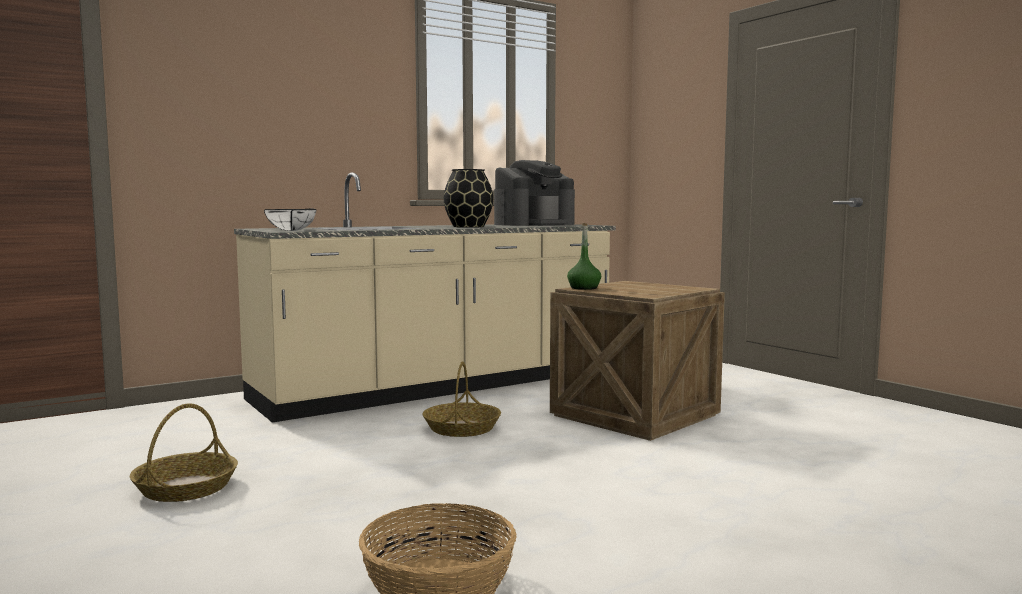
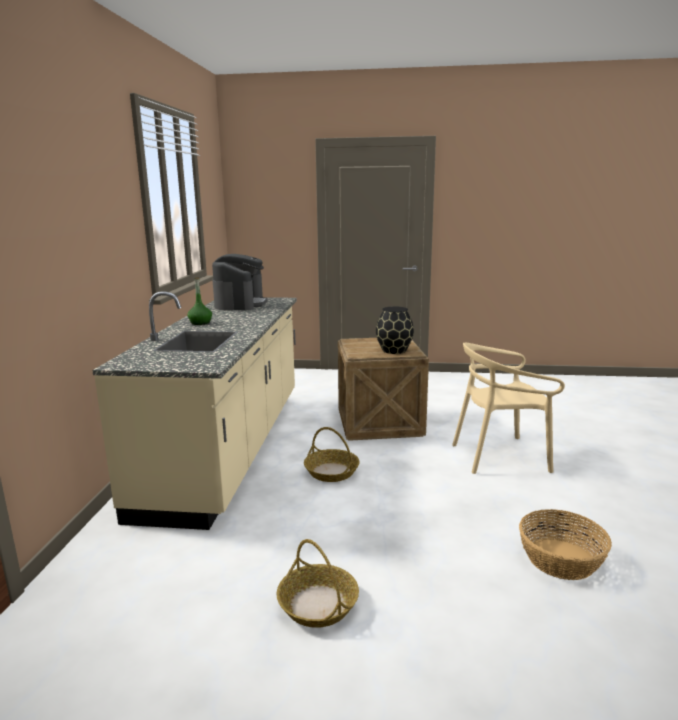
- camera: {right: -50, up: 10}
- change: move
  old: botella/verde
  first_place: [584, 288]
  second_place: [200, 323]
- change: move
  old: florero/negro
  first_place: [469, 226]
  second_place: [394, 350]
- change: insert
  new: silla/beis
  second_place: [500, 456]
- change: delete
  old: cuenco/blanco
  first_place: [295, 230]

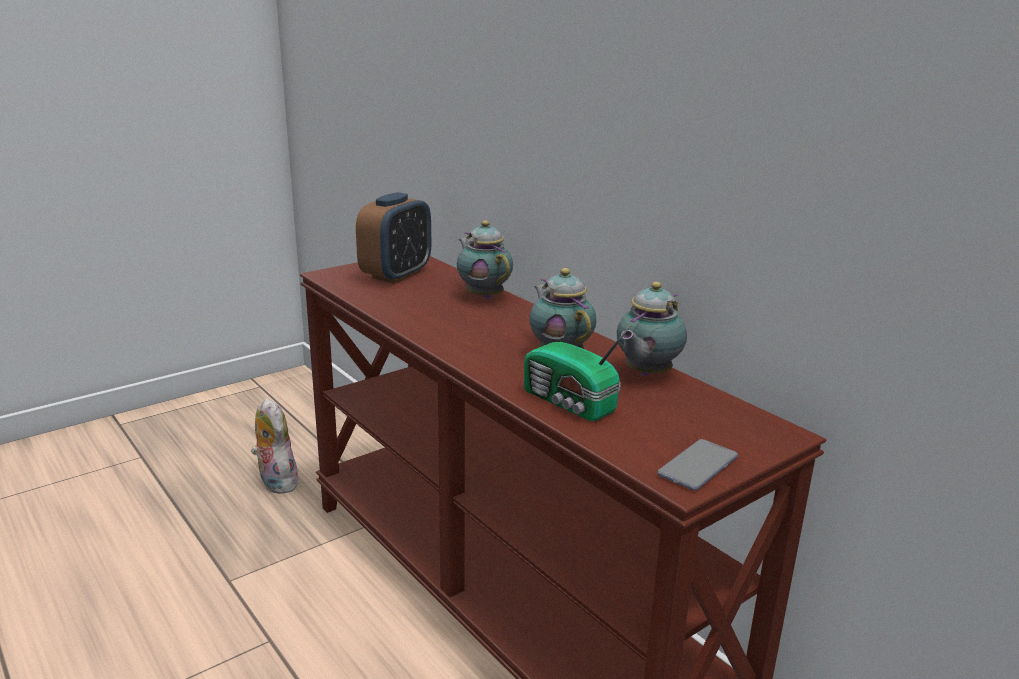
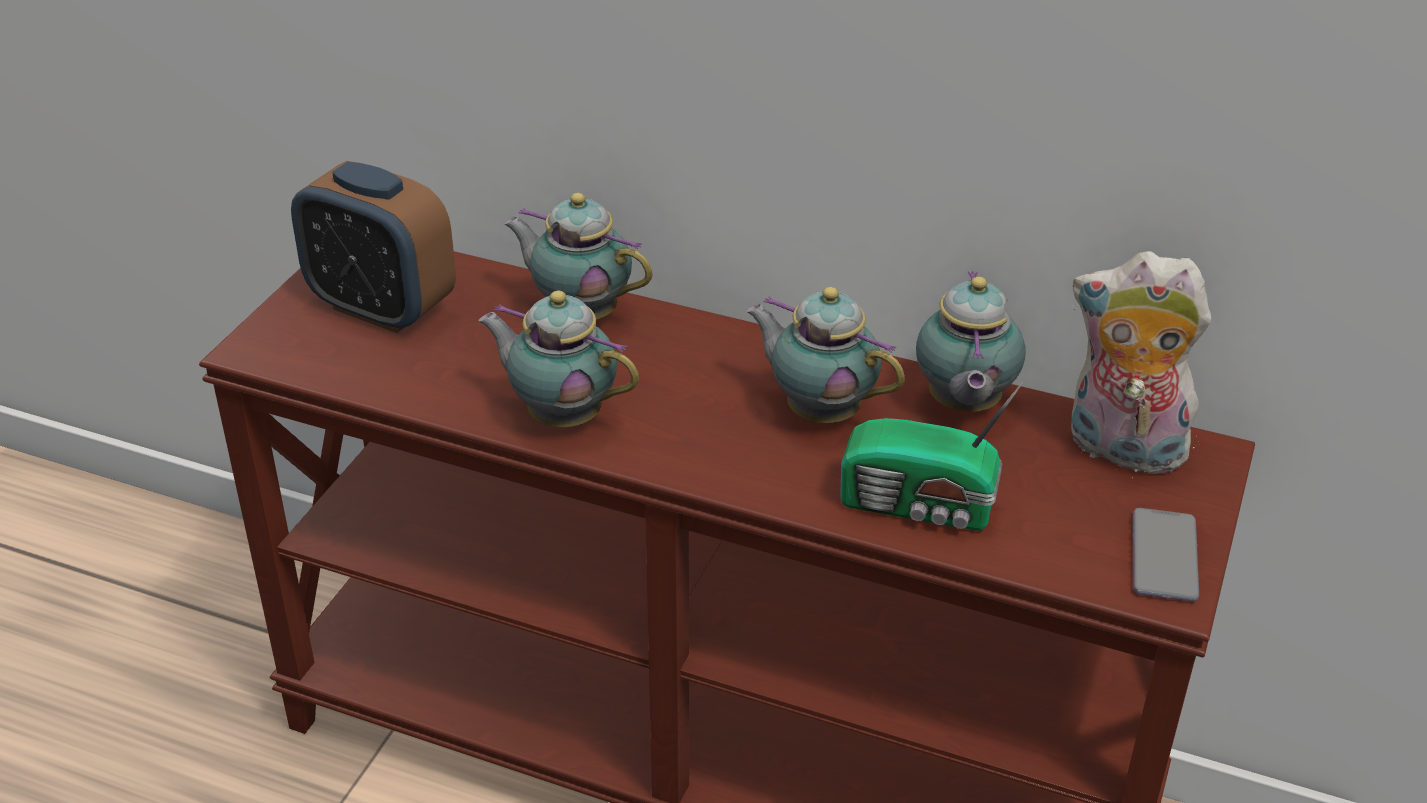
- camera: {right: -30, up: 15}
- change: rotate
  old: despertador
  first_place: [396, 275]
  second_place: [381, 308]
  degrees: 120
- change: insert
  new: tetera
  second_place: [560, 415]
- change: move
  old: peluche
  first_place: [275, 482]
  second_place: [1120, 450]

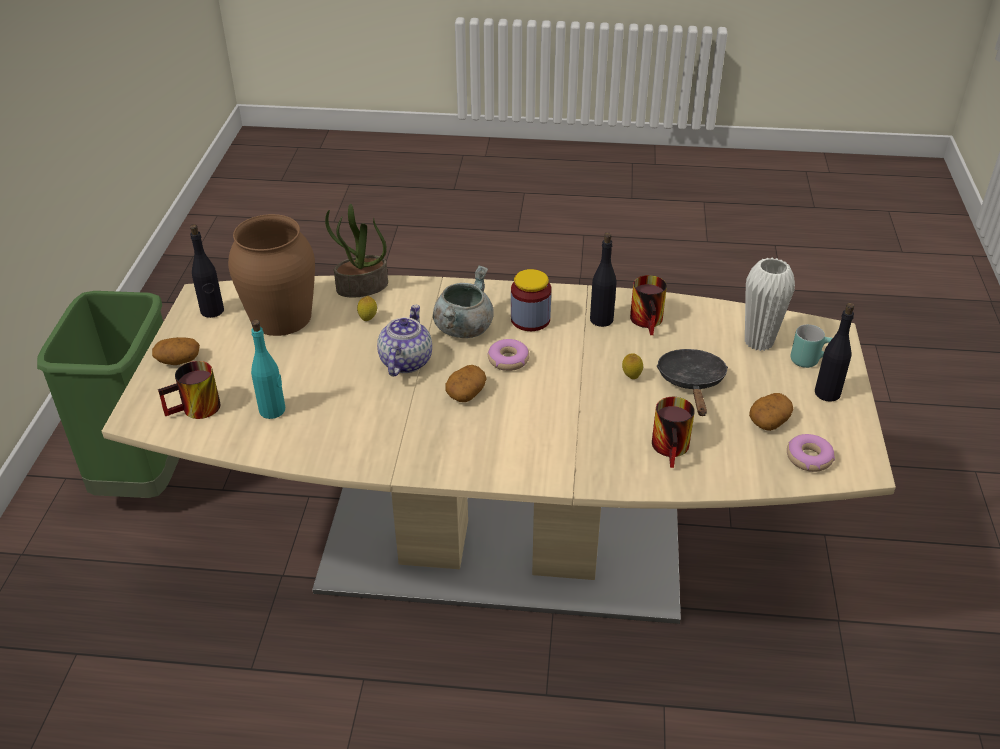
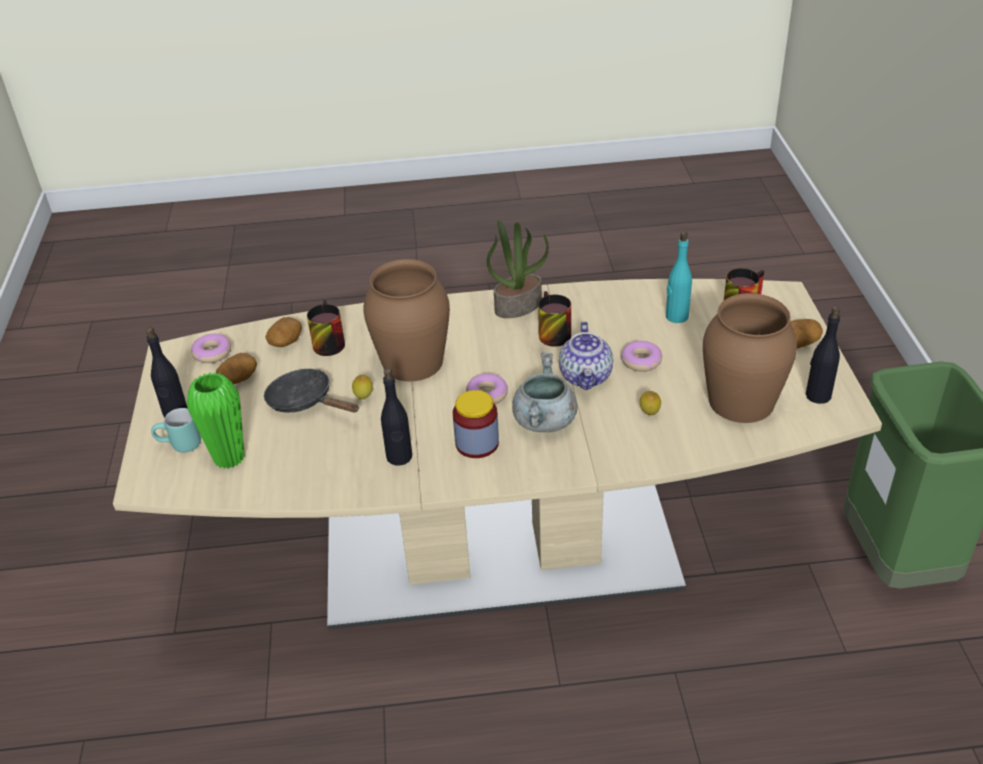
- camera: {right: 170, up: 0}
- change: recolor
  old: florero/blanco
  new: florero/verde
  first_place: [758, 342]
  second_place: [229, 458]
- change: rotate
  old: sartén/negro
  first_place: [691, 383]
  second_place: [305, 401]
  degrees: 135
- change: move
  old: patata
  first_place: [466, 392]
  second_place: [286, 342]
- change: insert
  new: florero/marrón
  second_place: [412, 361]
- change: move
  old: planta en maceta
  first_place: [362, 287]
  second_place: [518, 305]
- change: move
  old: taza grande
  first_place: [650, 321]
  second_place: [550, 333]
- change: insert
  new: rosquilla
  second_place: [641, 361]

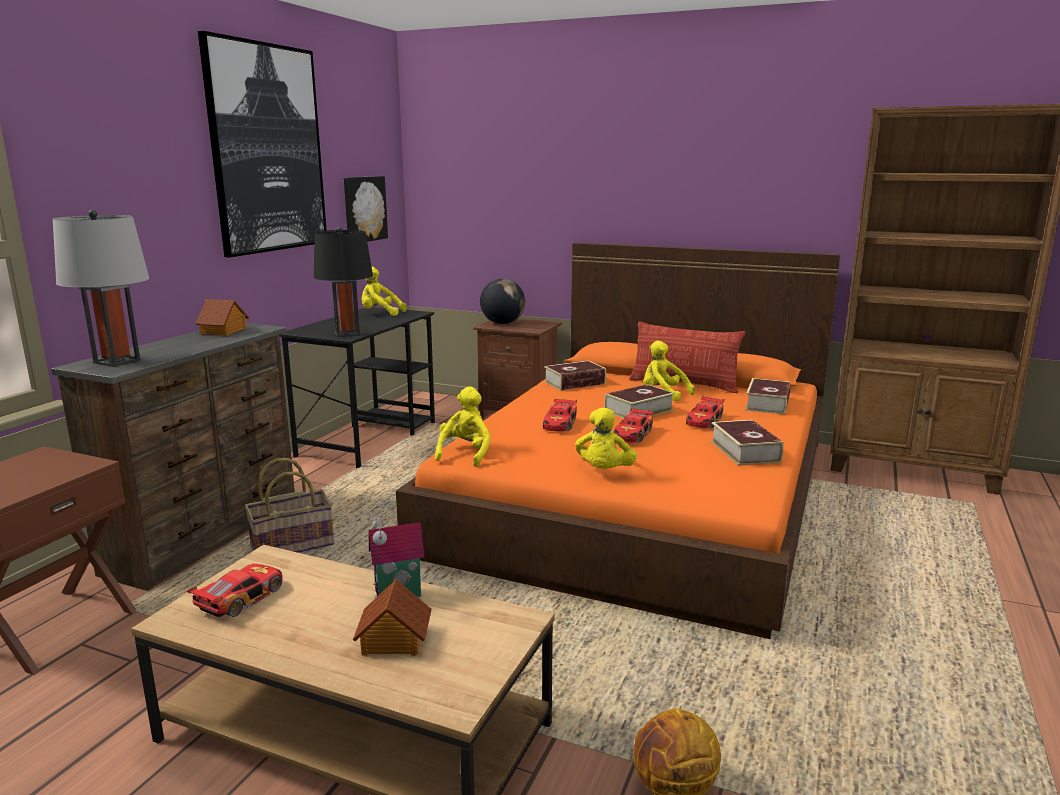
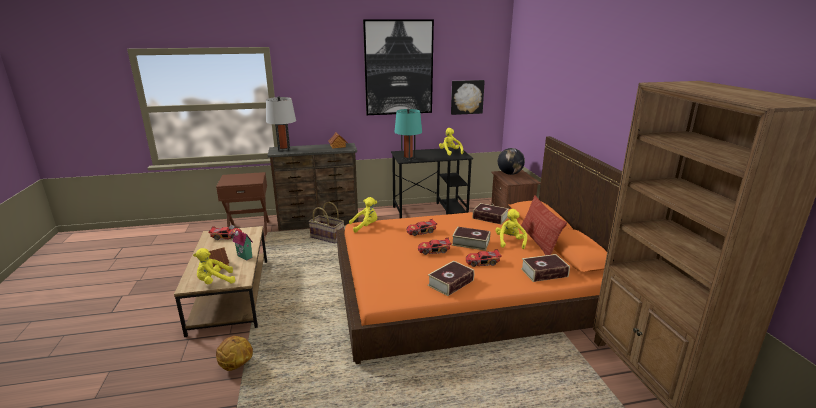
- camera: {right: 55, up: 5}
- change: move
  old: peluche/amarillo
  first_place: [604, 472]
  second_place: [215, 282]
- change: recolor
  old: lámpara de mesa/negro
  new: lámpara de mesa/turquesa
  first_place: [347, 334]
  second_place: [408, 159]

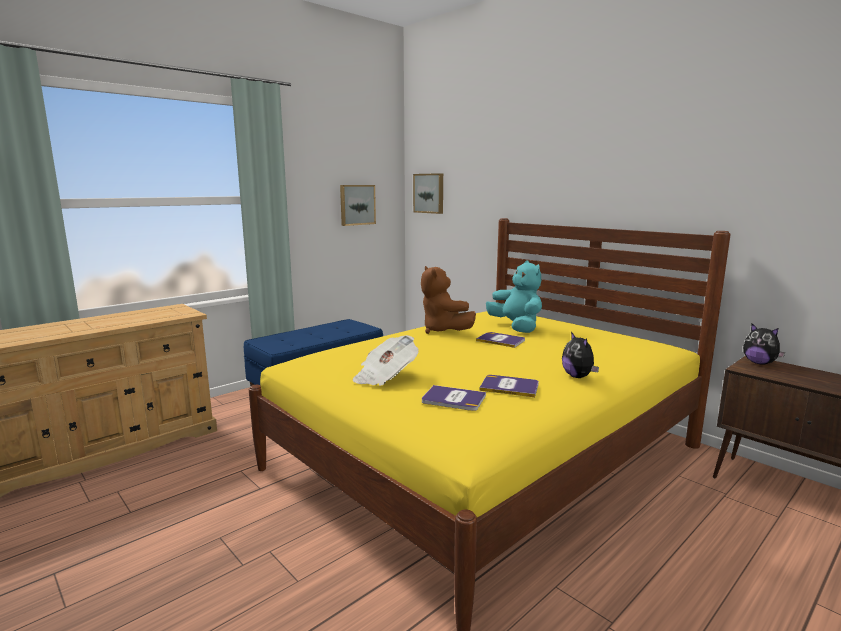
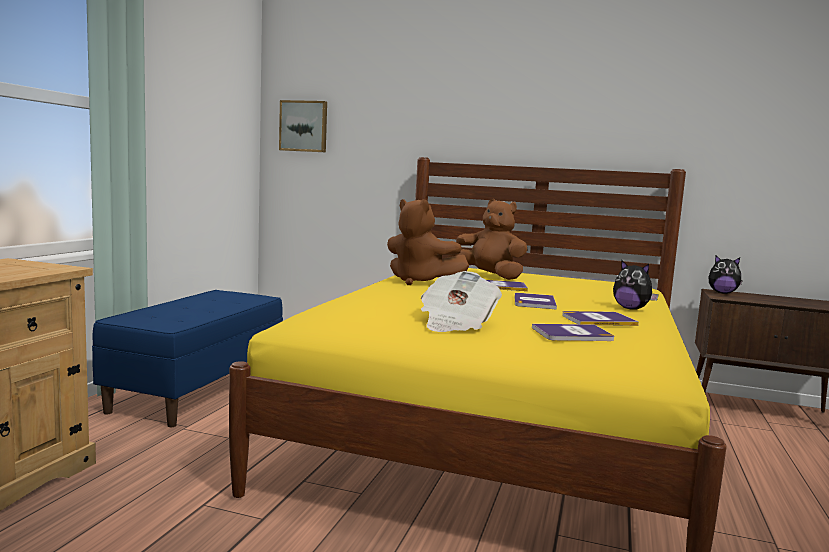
- camera: {right: -30, up: -5}
- change: recolor
  old: peluche/turquesa
  new: peluche/marrón
  first_place: [516, 327]
  second_place: [488, 276]
- change: insert
  new: libro
  second_place: [534, 302]
- change: delete
  old: cuadro
  first_place: [357, 204]

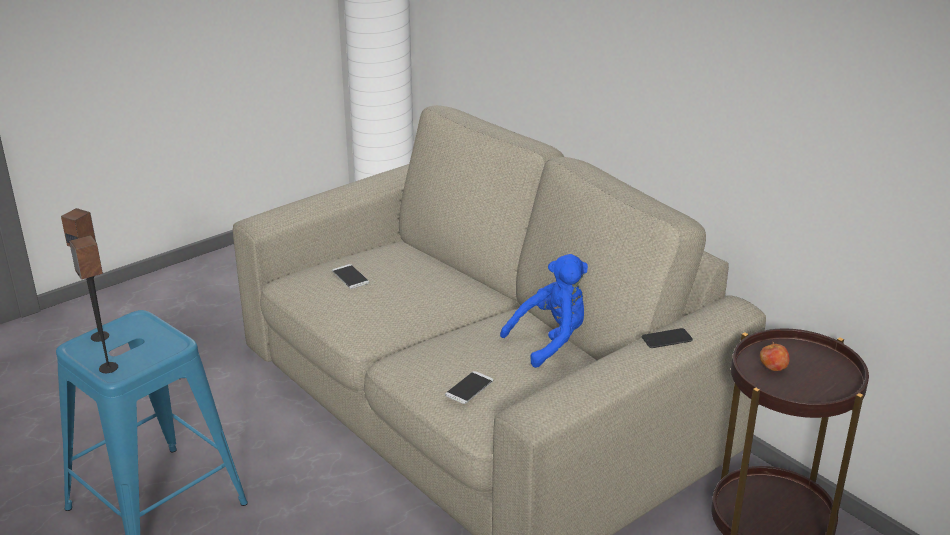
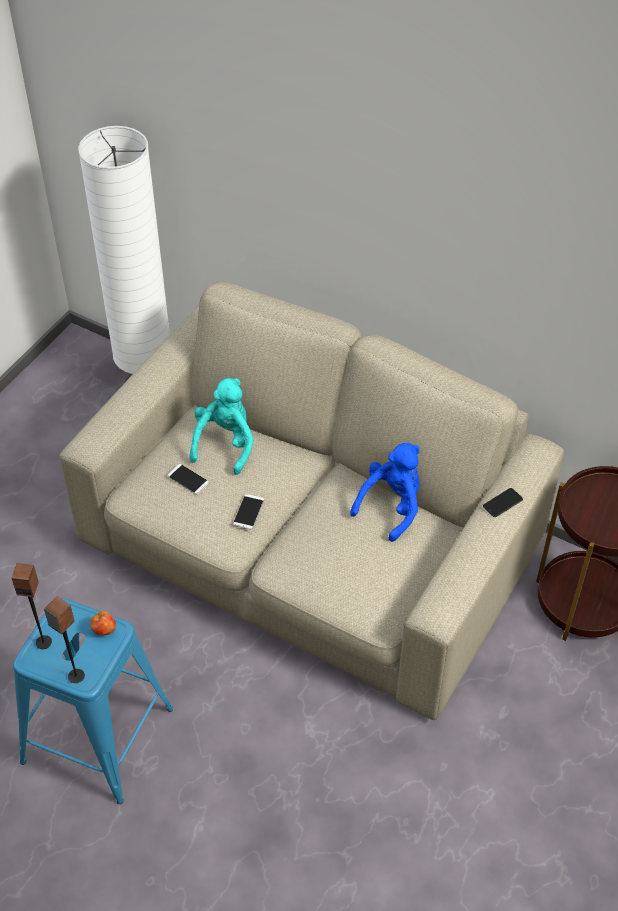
- camera: {right: -20, up: 20}
- change: move
  old: manzana
  first_place: [772, 368]
  second_place: [104, 630]
- change: insert
  new: peluche/turquesa
  second_place: [225, 443]
- change: move
  old: móvil
  first_place: [469, 388]
  second_place: [248, 512]

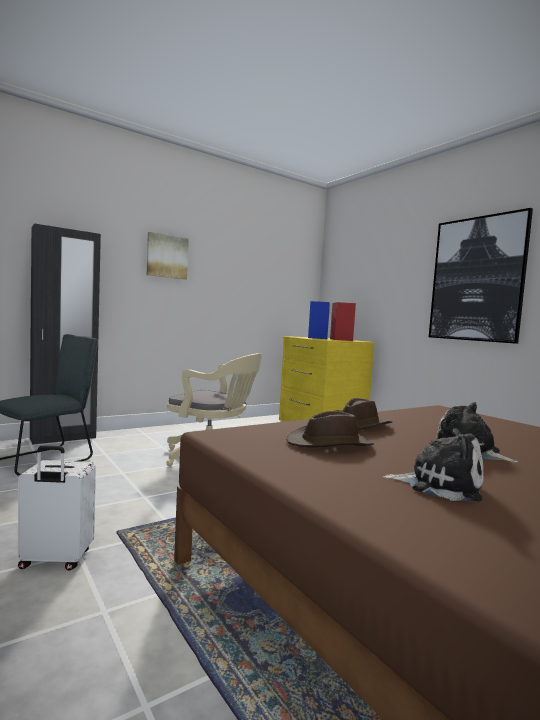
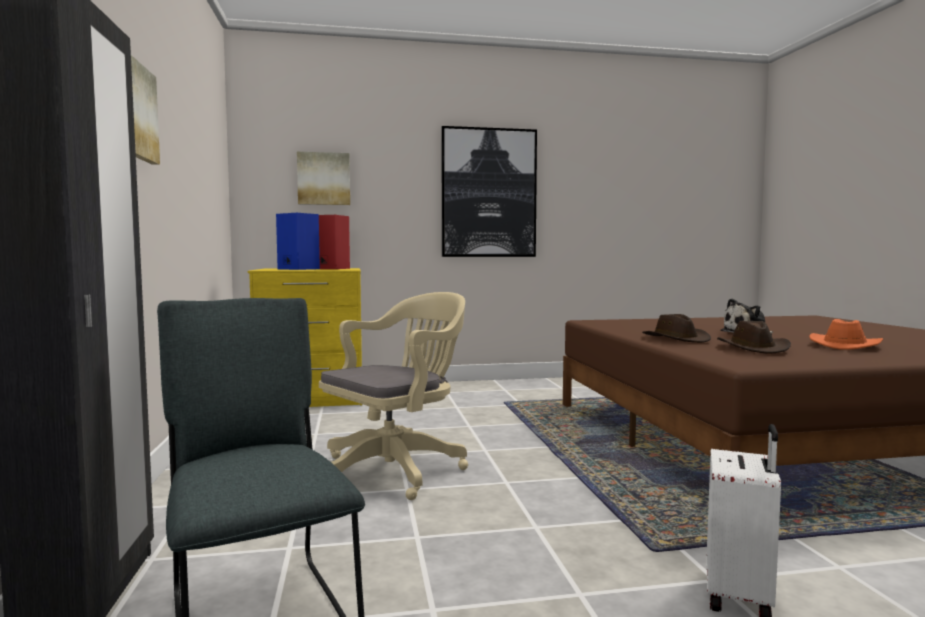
- camera: {right: -65, up: 0}
- change: insert
  new: cuadro
  second_place: [324, 179]
- change: replace
  old: peluche
  new: sombrero/naranja
  first_place: [439, 485]
  second_place: [844, 345]

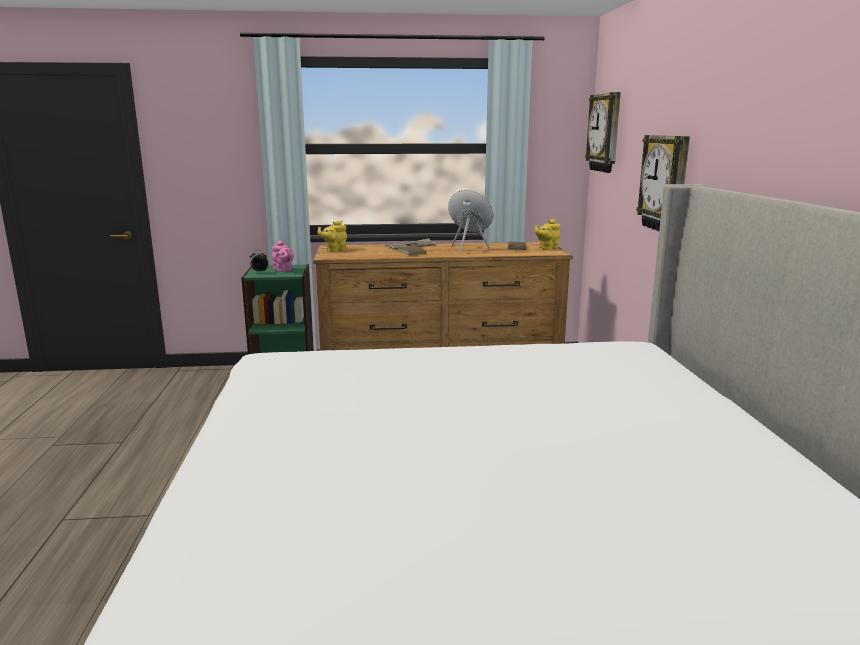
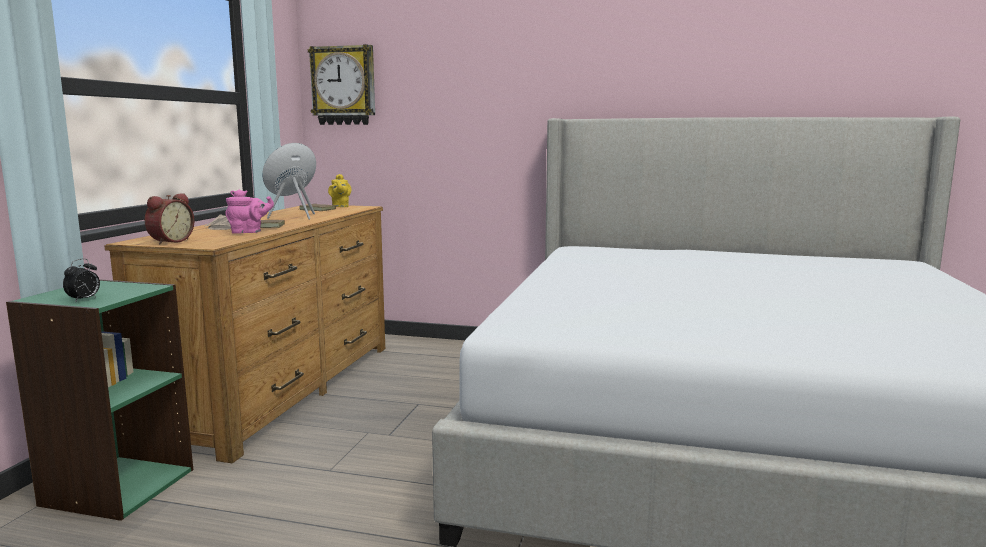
- camera: {right: -70, up: -5}
- change: replace
  old: tetera/amarillo
  new: despertador
  first_place: [334, 250]
  second_place: [170, 241]
- change: move
  old: tetera/rosa
  first_place: [283, 270]
  second_place: [249, 232]
- change: delete
  old: reloj de pared
  first_place: [665, 183]

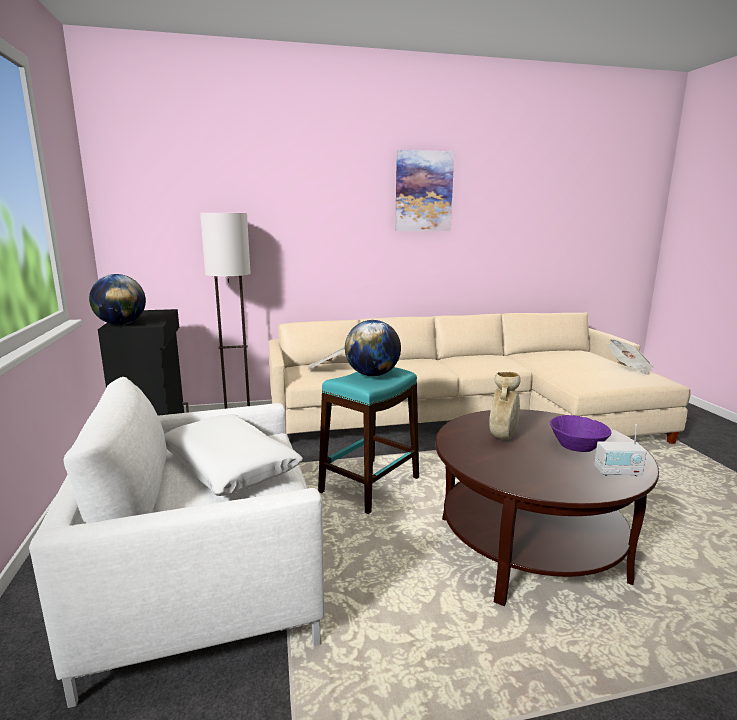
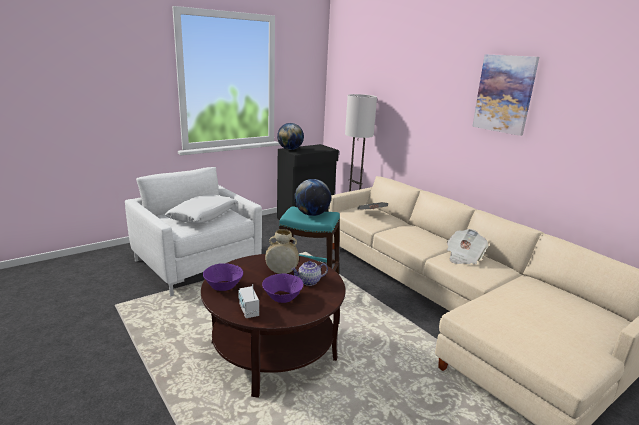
- camera: {right: 65, up: 5}
- change: insert
  new: cuenco/morado
  second_place: [223, 286]
- change: insert
  new: tetera
  second_place: [309, 282]
- change: move
  old: periódico
  first_place: [629, 368]
  second_place: [463, 257]

